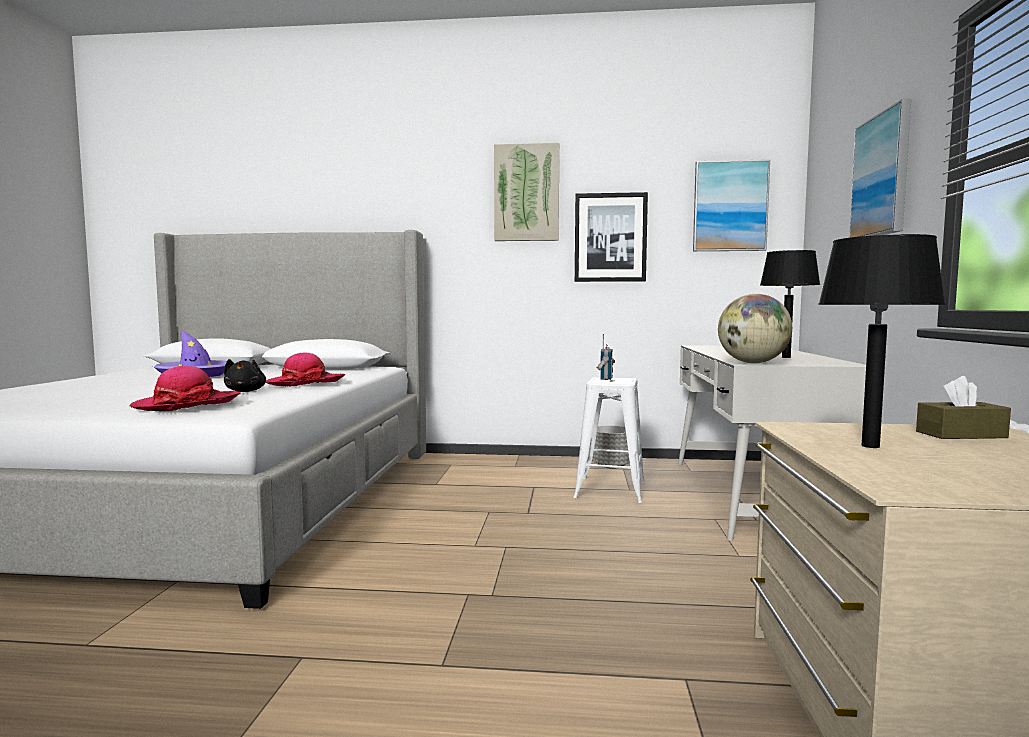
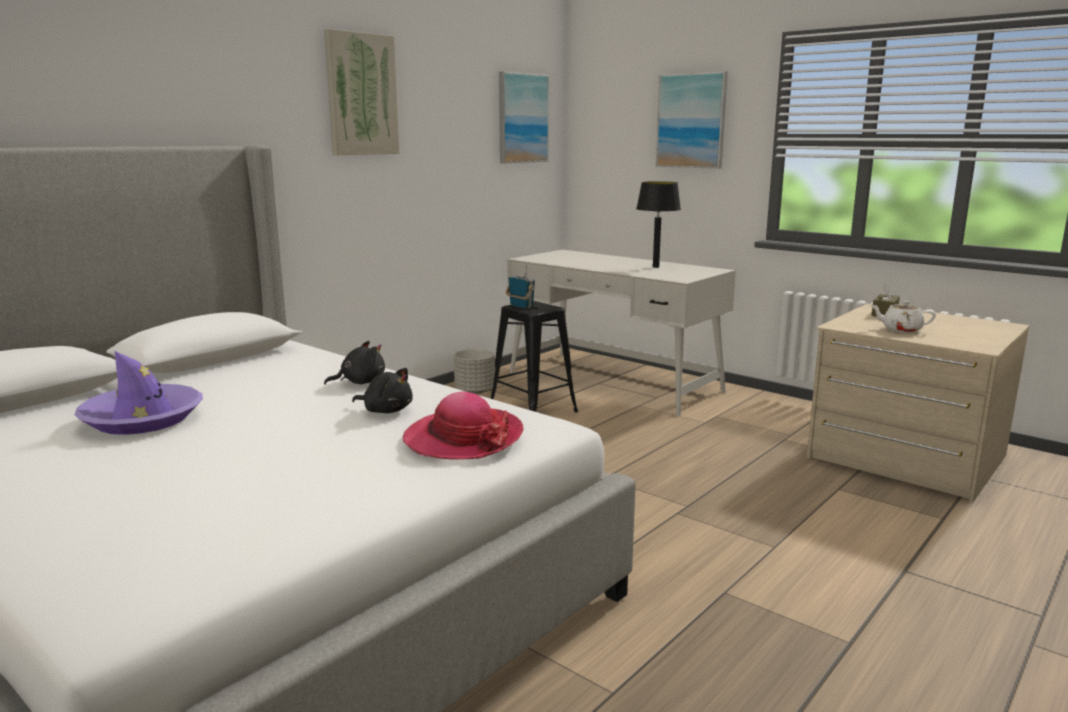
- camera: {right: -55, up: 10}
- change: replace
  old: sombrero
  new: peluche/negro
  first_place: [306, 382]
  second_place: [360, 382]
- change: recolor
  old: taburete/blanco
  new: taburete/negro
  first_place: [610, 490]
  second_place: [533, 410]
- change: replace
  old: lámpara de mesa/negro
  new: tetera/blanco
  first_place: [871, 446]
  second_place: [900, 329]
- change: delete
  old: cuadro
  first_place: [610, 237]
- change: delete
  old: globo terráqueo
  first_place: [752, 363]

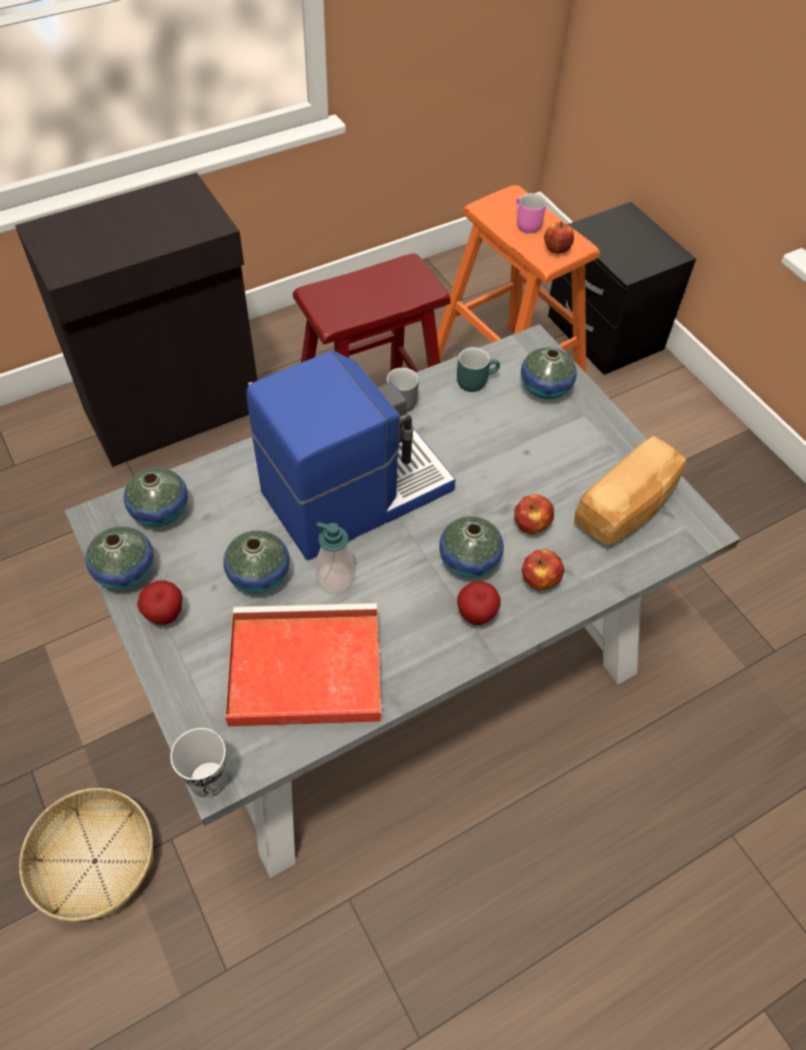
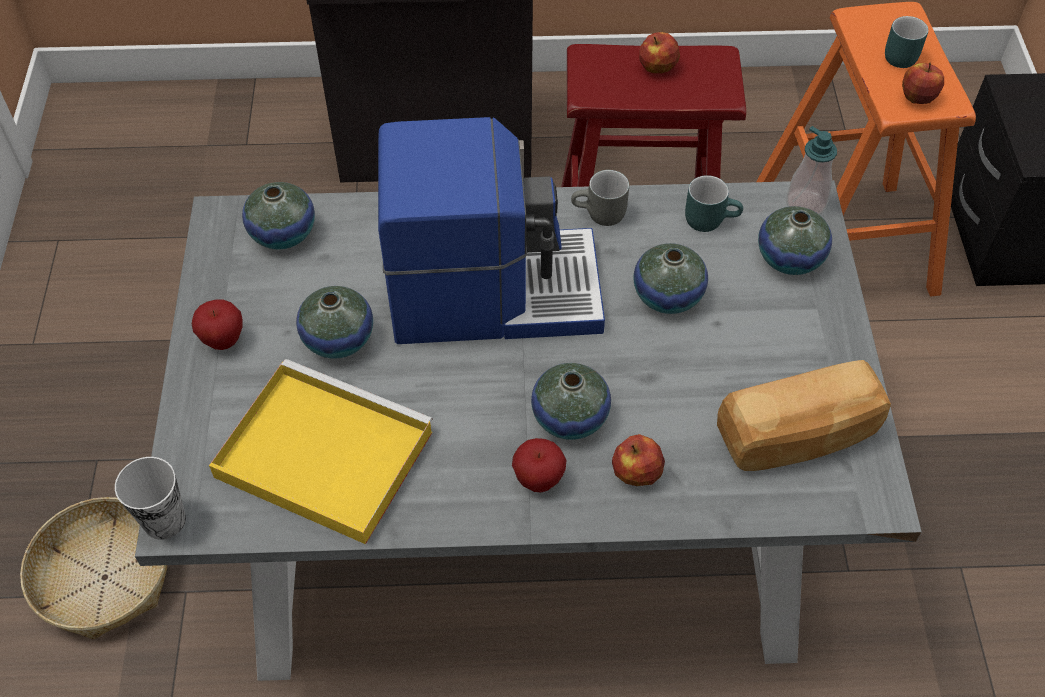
- camera: {right: 30, up: 0}
- change: recolor
  old: bandeja/rojo
  new: bandeja/amarillo
  first_place: [302, 669]
  second_place: [320, 454]
- change: move
  old: florero
  first_place: [125, 571]
  second_place: [667, 295]
- change: move
  old: manzana
  first_place: [531, 525]
  second_place: [657, 67]
- change: move
  old: dispensador de jabón
  first_place: [335, 578]
  second_place: [805, 204]
- change: recolor
  old: taza grande/rosa
  new: taza grande/turquesa
  first_place: [524, 224]
  second_place: [896, 54]

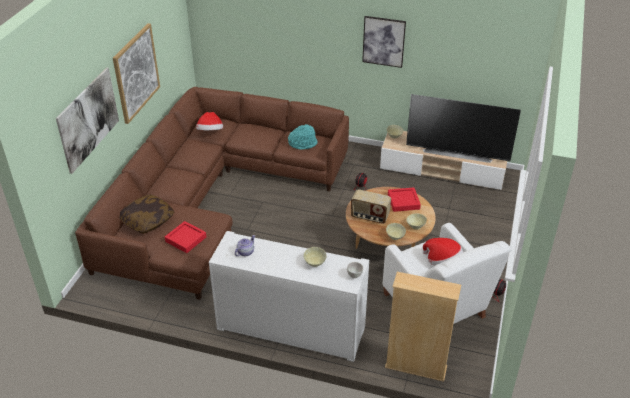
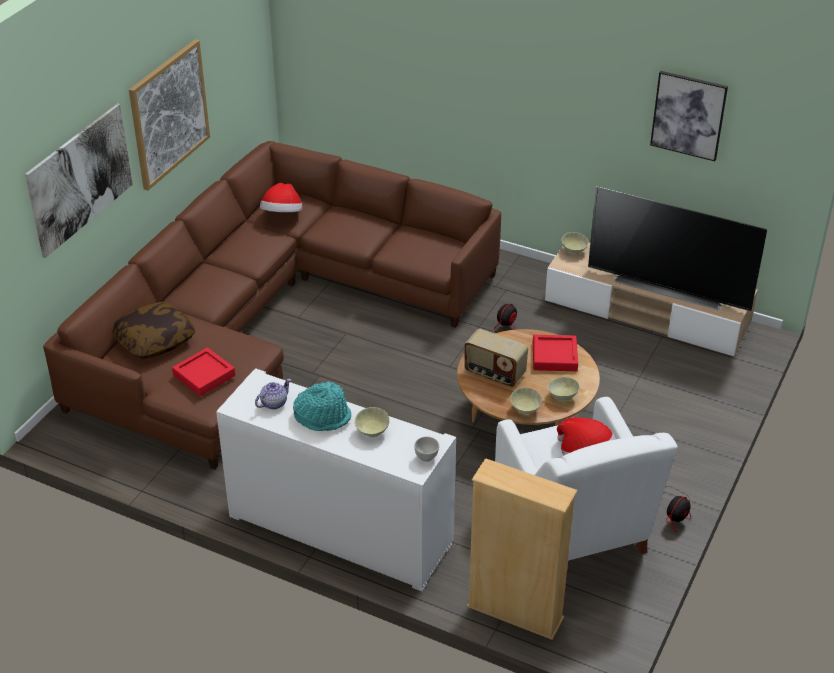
- camera: {right: 10, up: 0}
- change: move
  old: sombrero/turquesa
  first_place: [303, 143]
  second_place: [323, 416]
- change: move
  old: cuadro
  first_place: [383, 41]
  second_place: [688, 115]

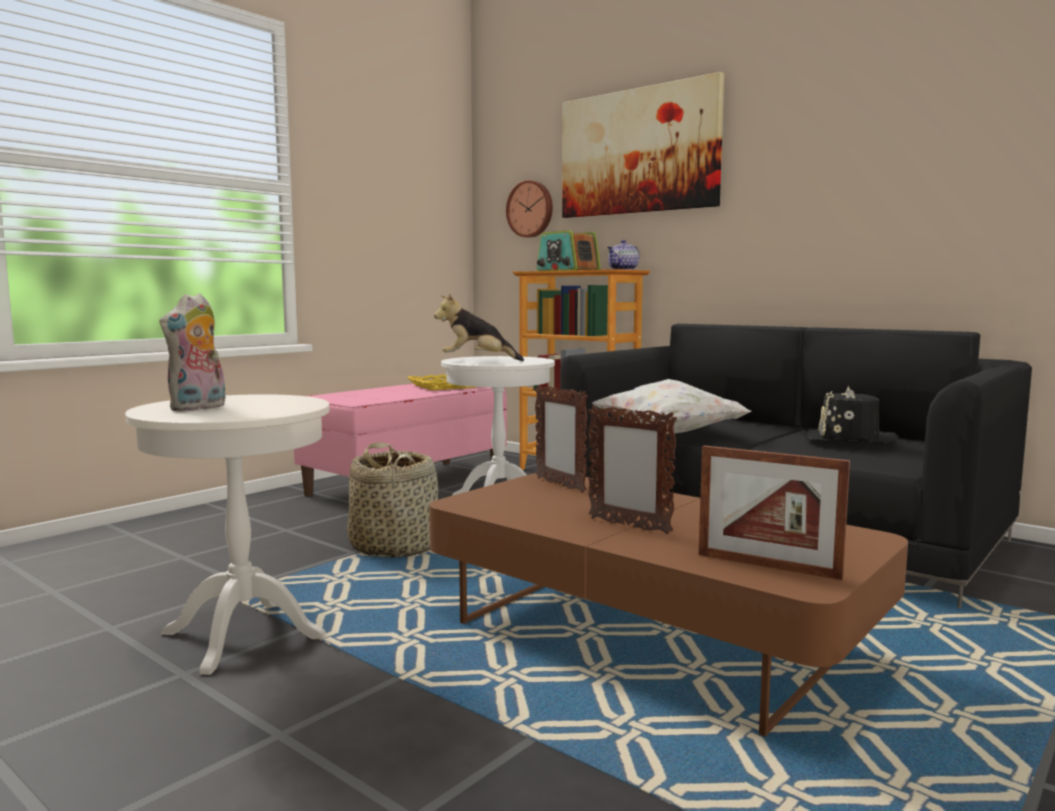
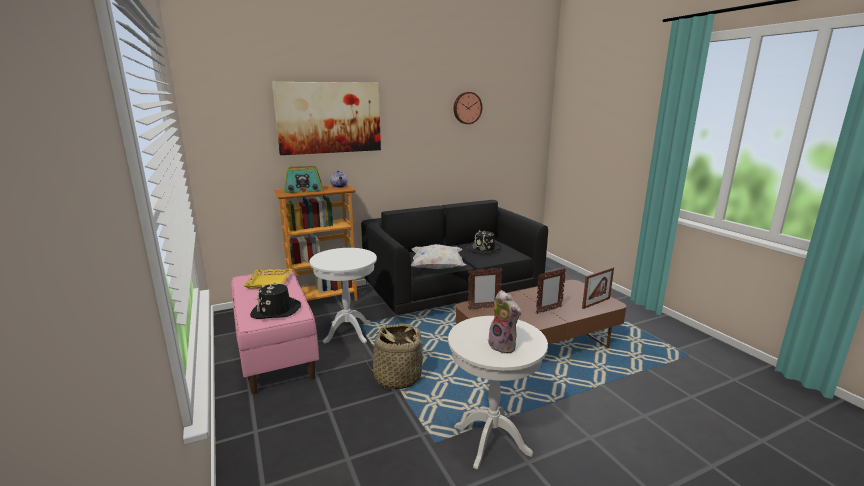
- camera: {right: -65, up: 10}
- change: insert
  new: sombrero/negro
  second_place: [276, 310]
- change: move
  old: reloj de pared
  first_place: [531, 209]
  second_place: [467, 108]
- change: delete
  old: peluche
  first_place: [477, 360]

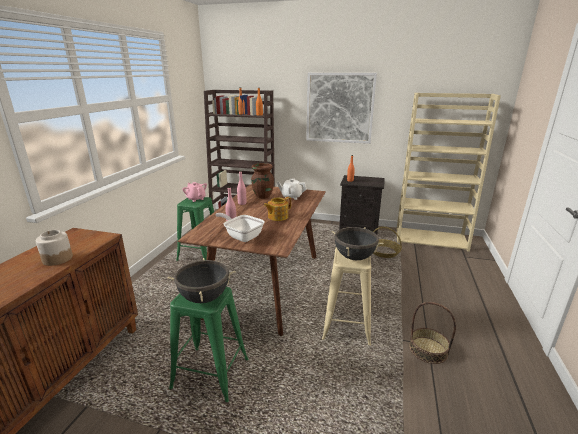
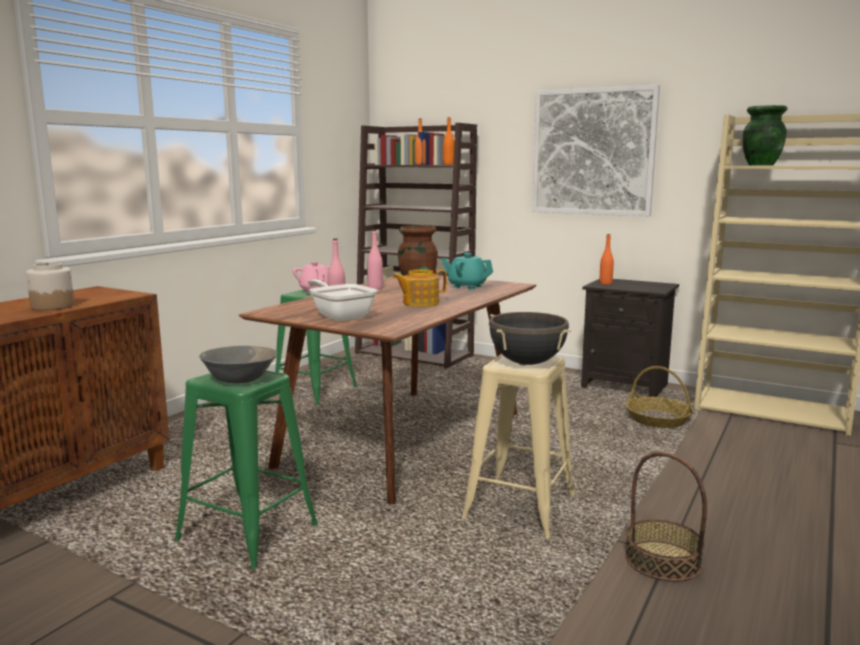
- camera: {right: 15, up: -10}
- change: replace
  old: olla/negro
  new: cuenco/gris
  first_place: [204, 298]
  second_place: [239, 380]
- change: recolor
  old: tetera/blanco
  new: tetera/turquesa
  first_place: [291, 197]
  second_place: [466, 286]
- change: insert
  new: florero/verde
  second_place: [760, 165]

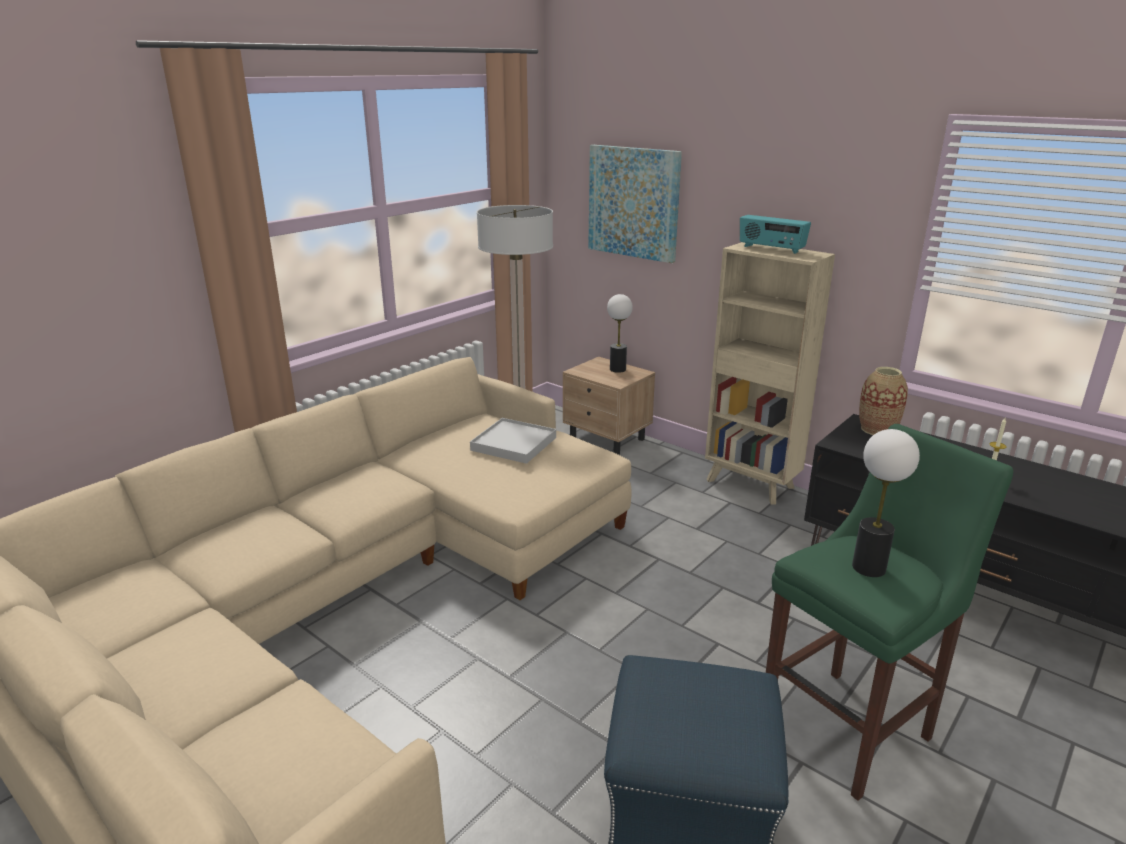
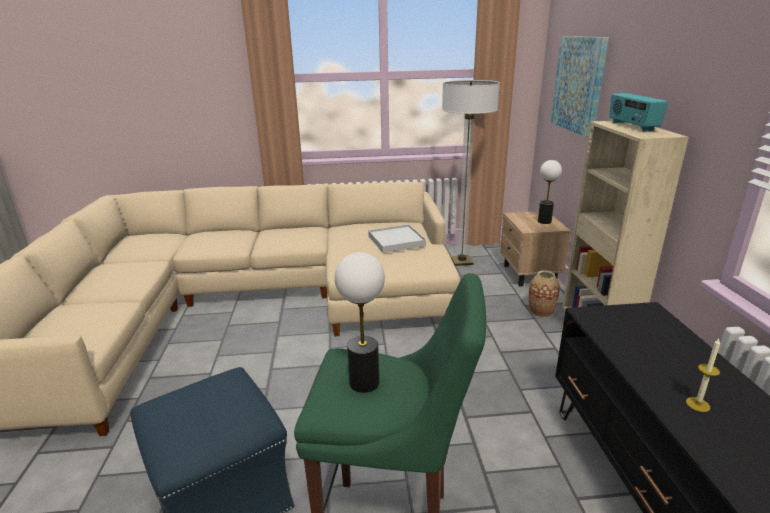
- camera: {right: 45, up: 0}
- change: move
  old: florero
  first_place: [877, 429]
  second_place: [541, 311]

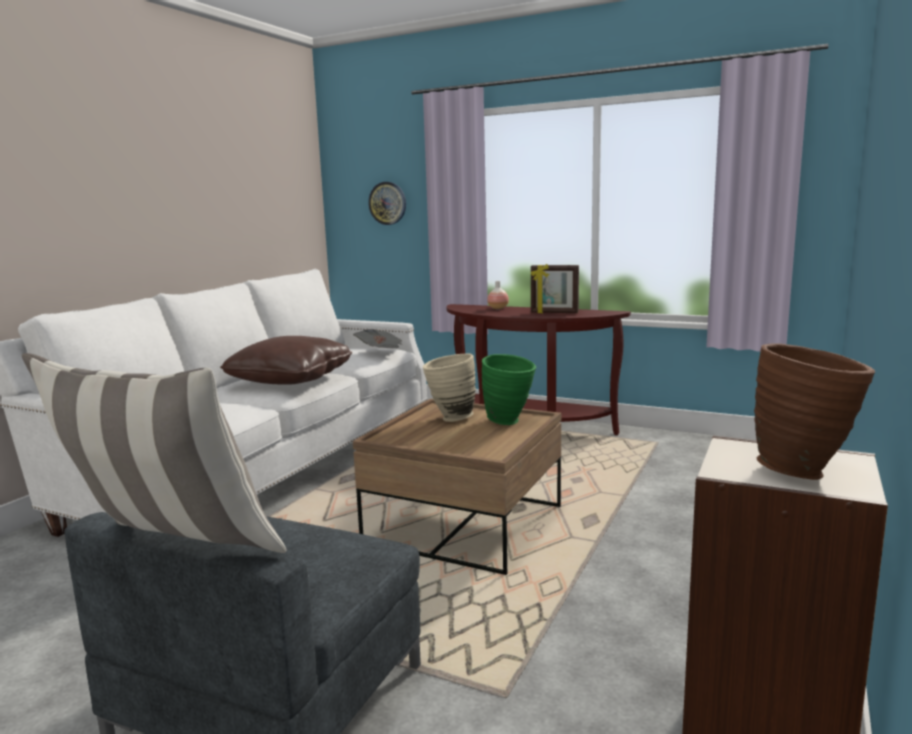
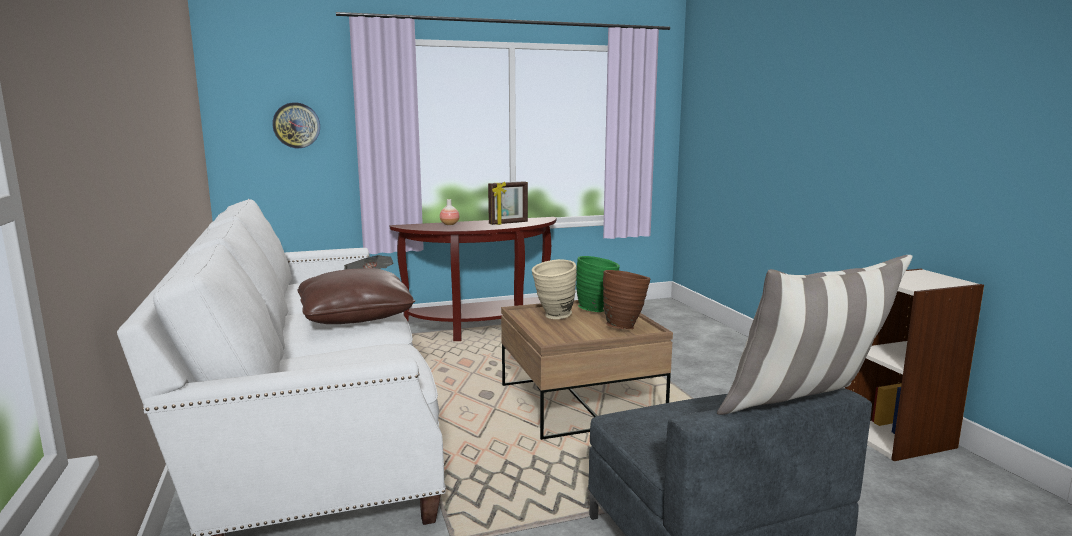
- camera: {right: -45, up: 0}
- change: move
  old: florero/marrón
  first_place: [805, 471]
  second_place: [624, 326]

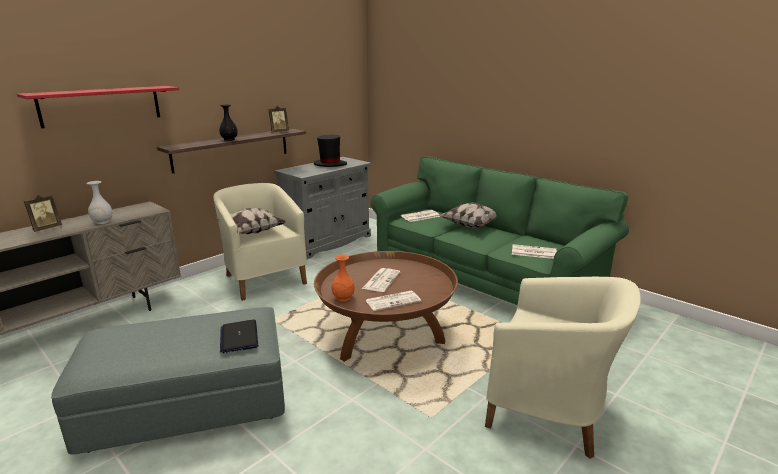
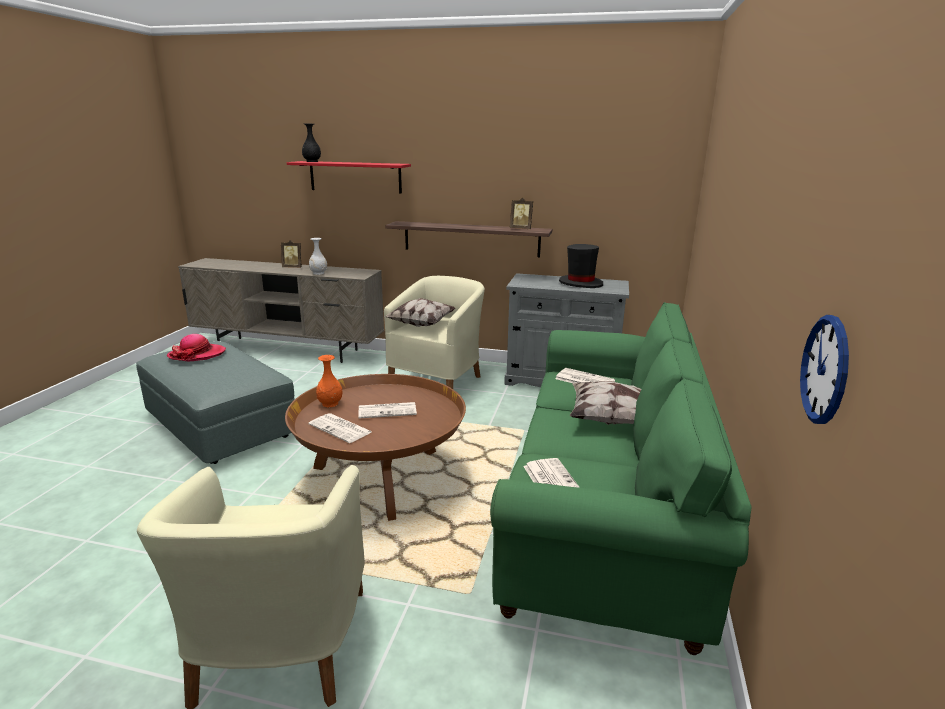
- camera: {right: 60, up: 0}
- change: insert
  new: sombrero
  second_place: [197, 354]
- change: move
  old: florero/negro
  first_place: [229, 139]
  second_place: [312, 161]
- change: insert
  new: reloj de pared
  second_place: [825, 369]
- change: delete
  old: portátil
  first_place: [239, 337]

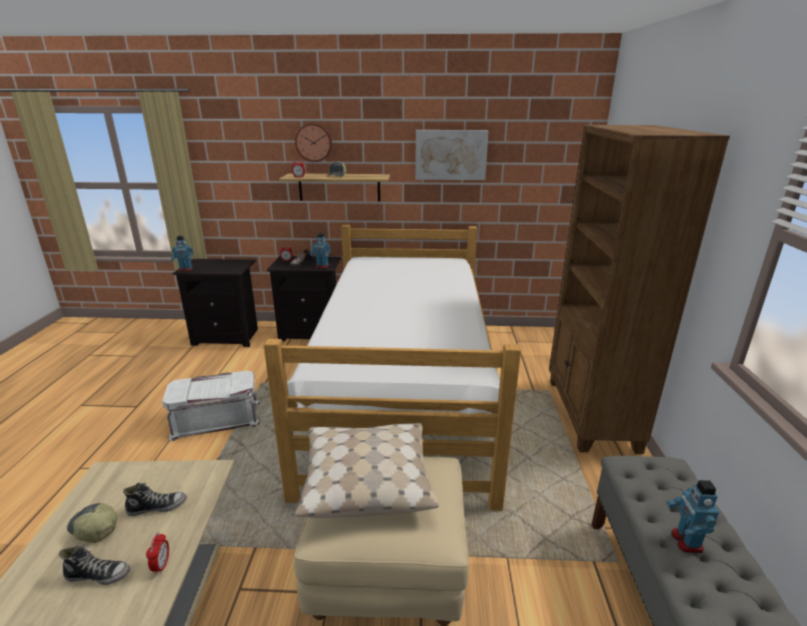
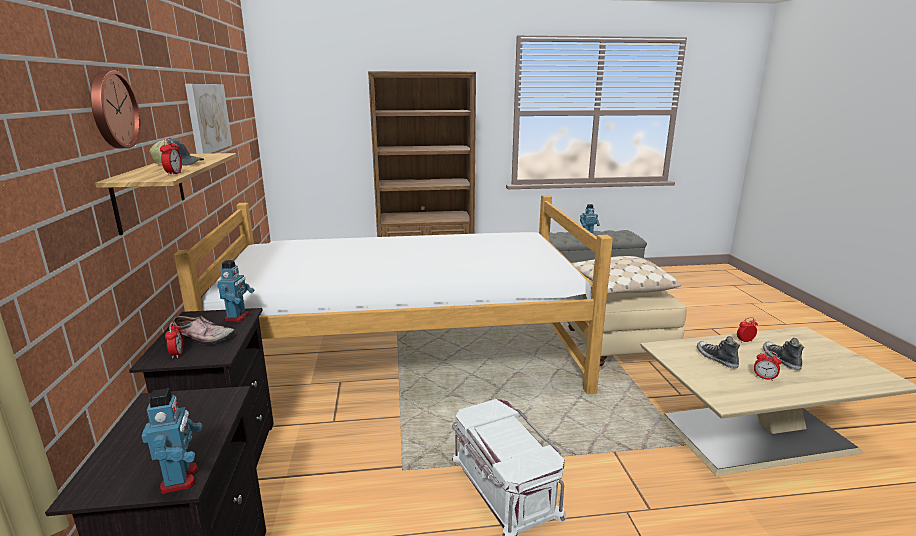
- camera: {right: -100, up: -5}
- change: replace
  old: gorra
  new: despertador
  first_place: [93, 528]
  second_place: [764, 377]

